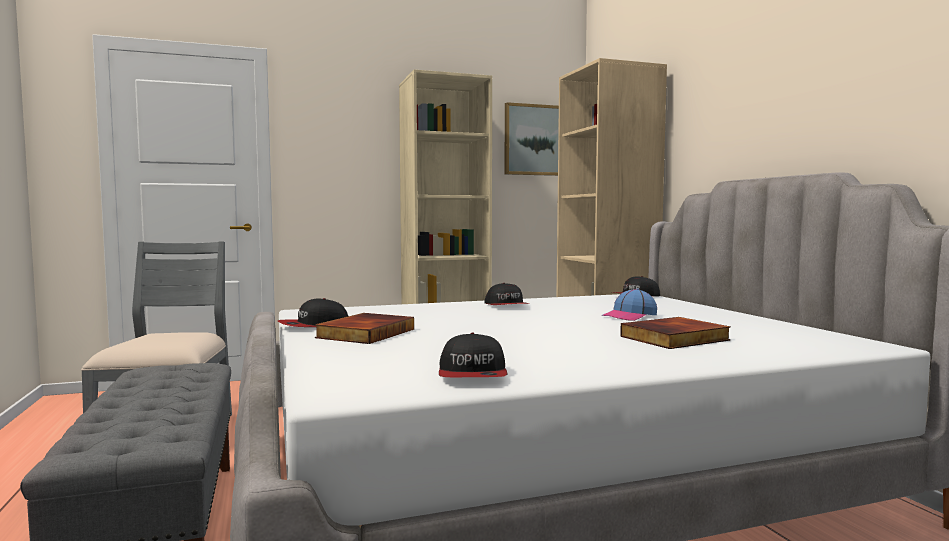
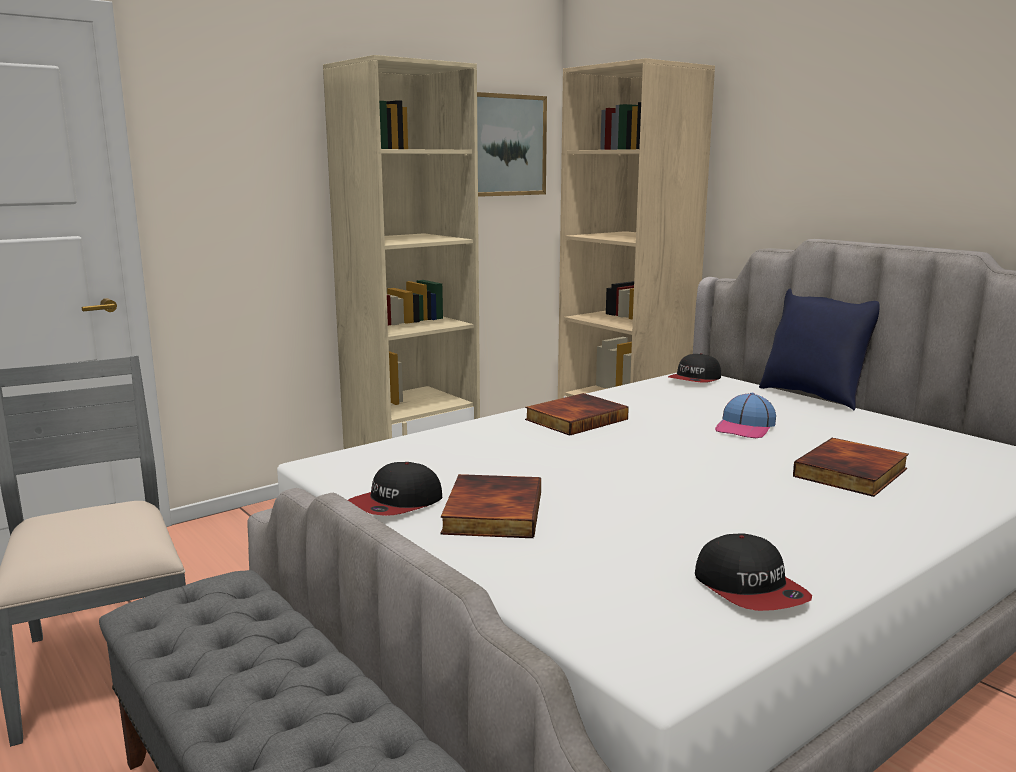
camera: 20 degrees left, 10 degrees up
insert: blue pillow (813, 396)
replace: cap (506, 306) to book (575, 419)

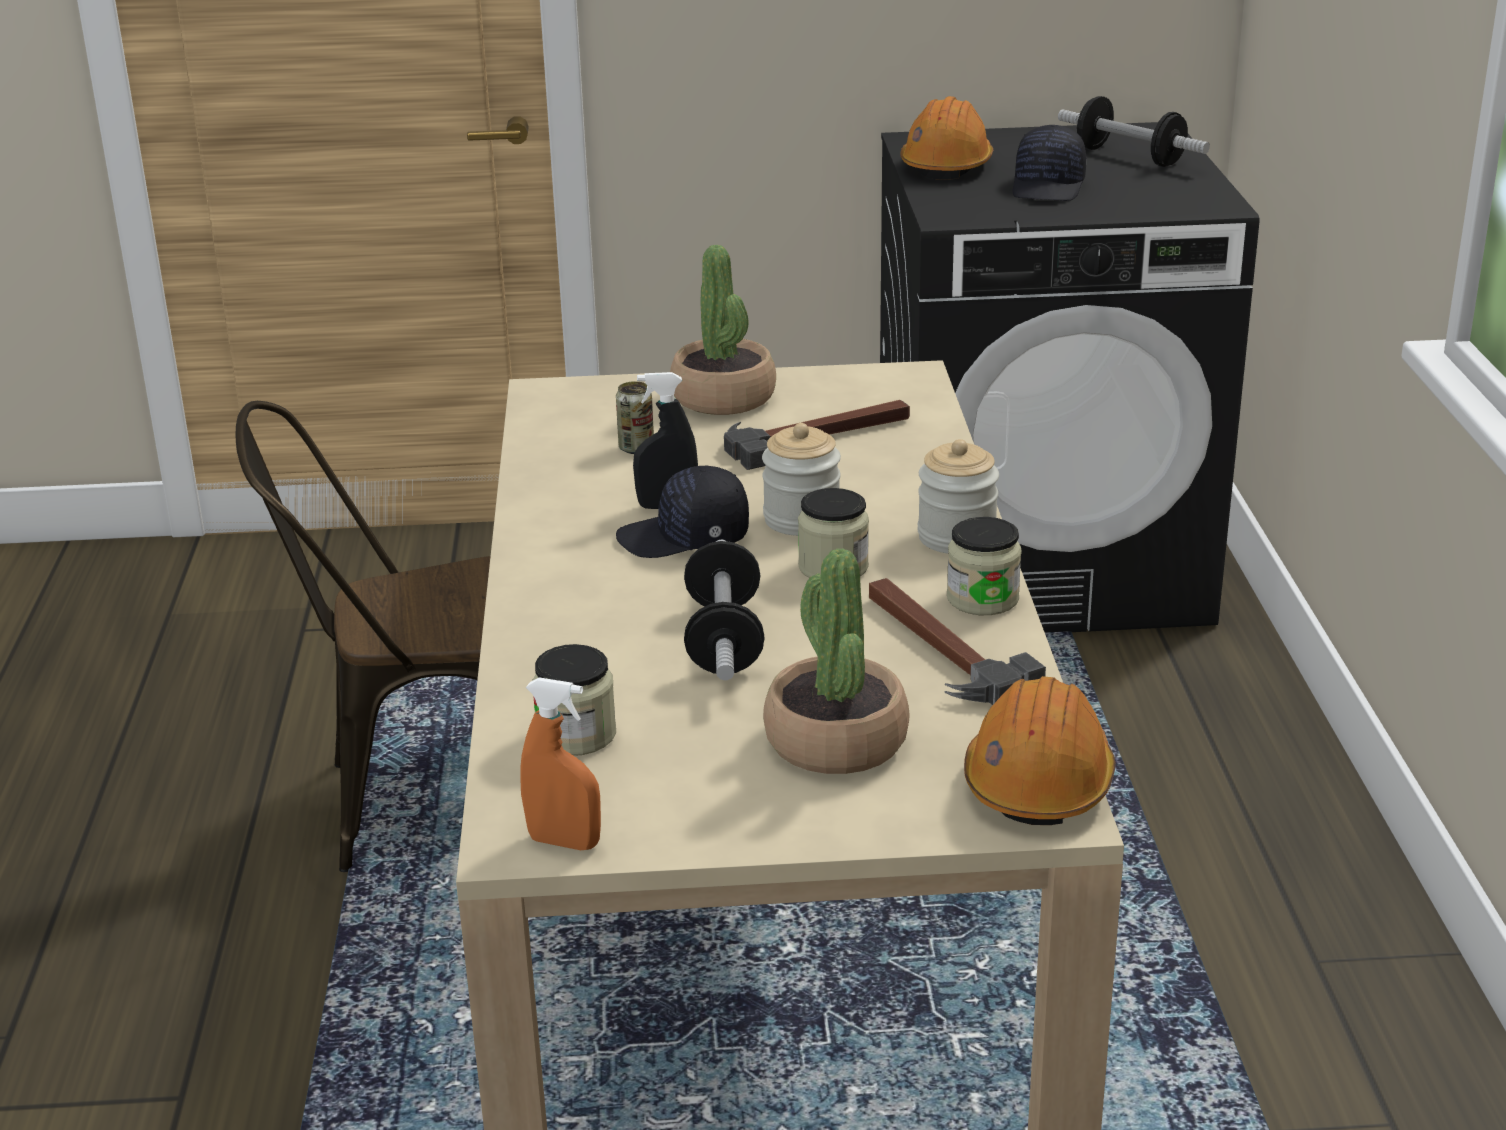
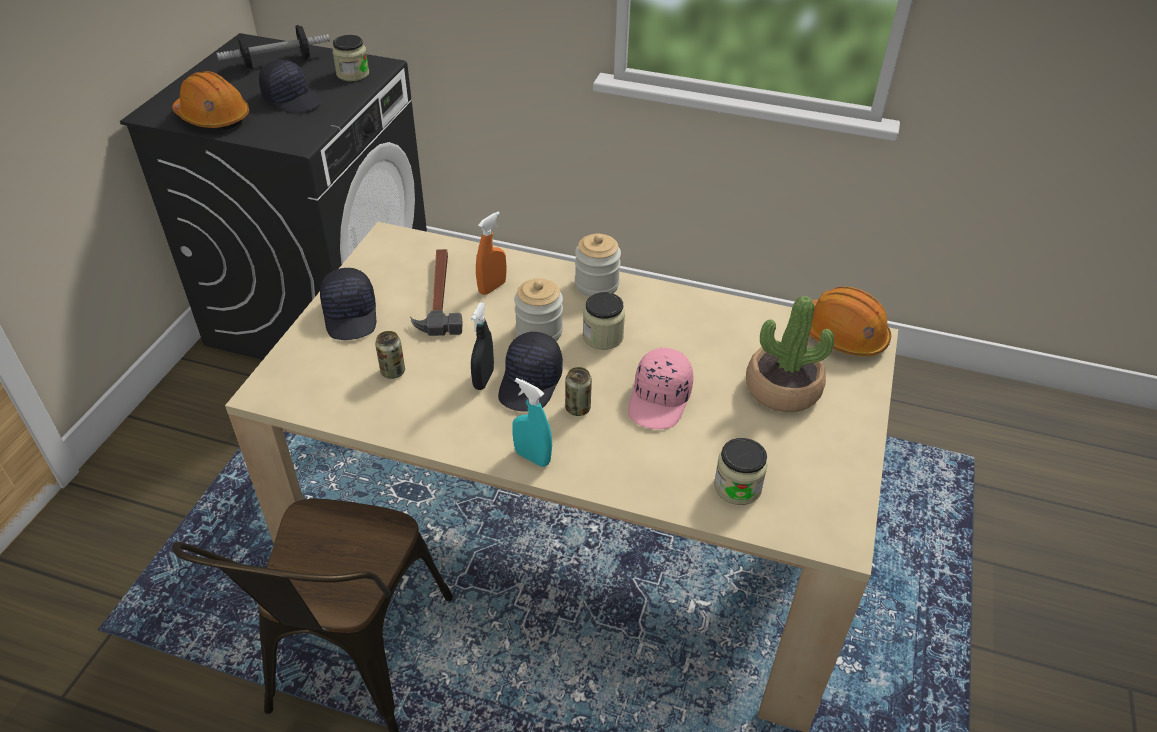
camera: 70 degrees left, 15 degrees up
delete: hammer (938, 648)
insert: turquoise spray bottle (532, 457); can (578, 408)
move: orange spray bottle (564, 842) to (492, 287); jar (982, 599) to (353, 74)
replace: potted plant (724, 397) to black cap (351, 315); dumbbell (724, 639) to pink cap (660, 400)

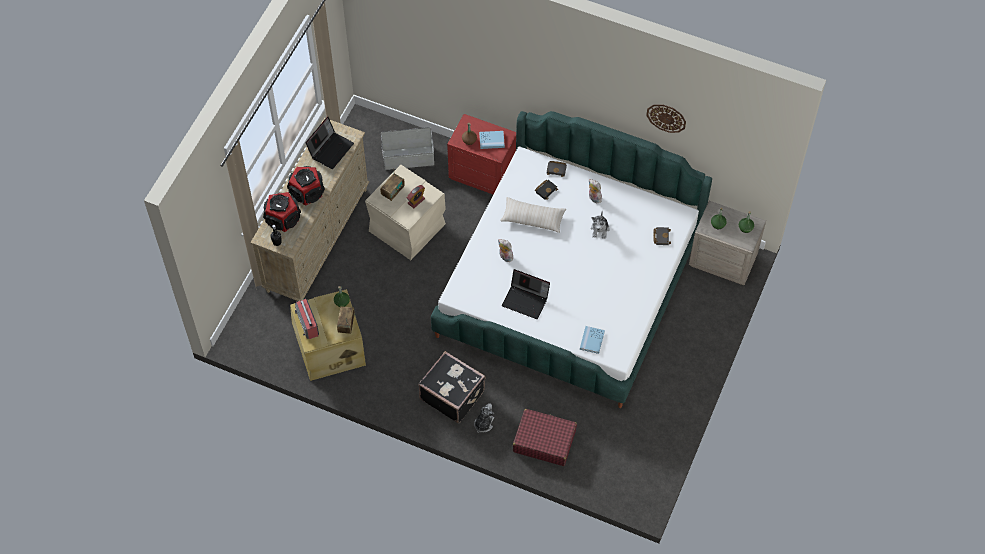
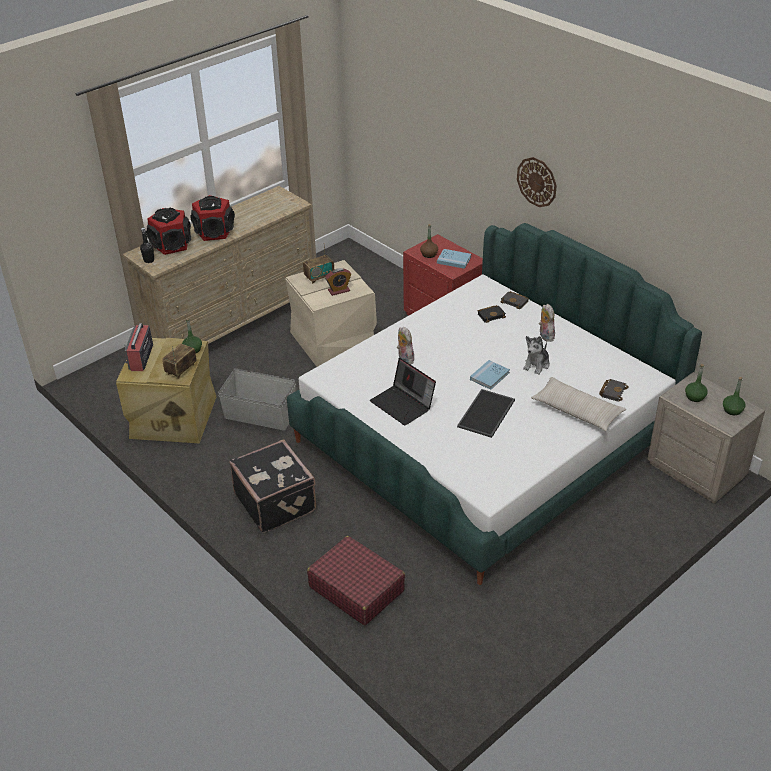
camera: 25 degrees right, 20 degrees down
delete: laptop (331, 149); plush toy (483, 423)
insert: tray (487, 414)
move: grey storage box (408, 157) to (260, 414); beige pillow (533, 218) to (577, 411); blue book (592, 340) to (489, 376); wall clock (666, 117) to (537, 182)

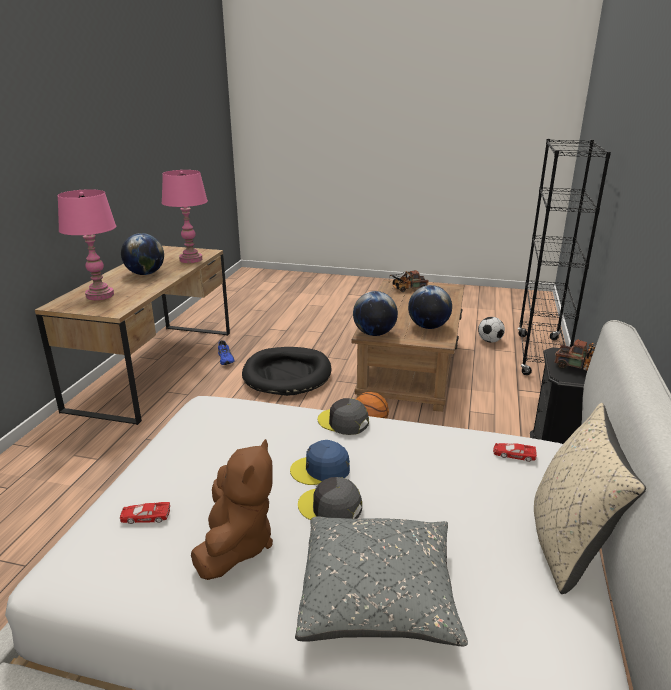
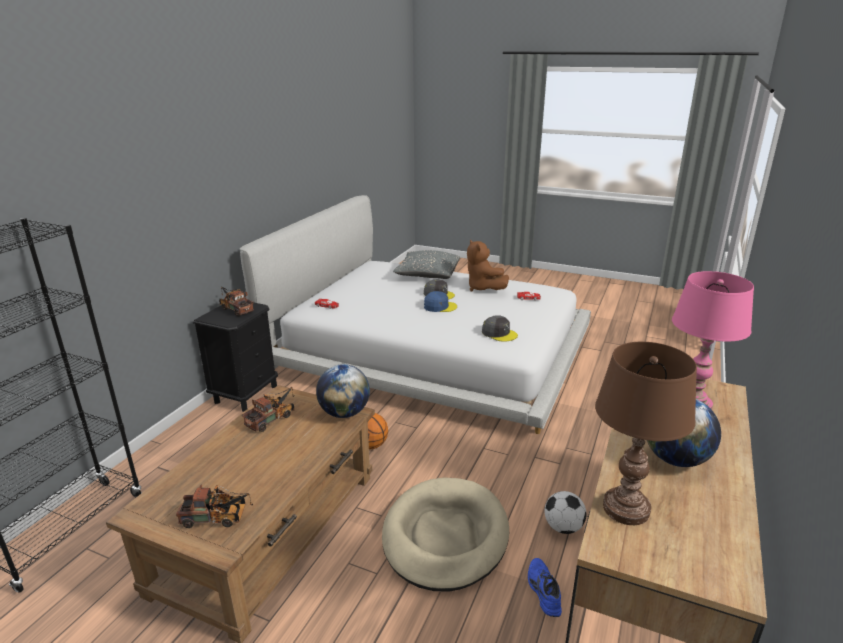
camera: 170 degrees left, 0 degrees up
delete: beige pillow (567, 543)
move: grey cap (343, 422) to (499, 333); football (490, 341) to (563, 527)
replace: globe (428, 327) to toy truck (273, 418)
recolor: pink table lamp (191, 259) to brown table lamp (626, 509); black dog bed (287, 374) to beige dog bed (445, 536)
rotate: brown plush toy (236, 545) = (483, 288) 45 degrees counterclockwise

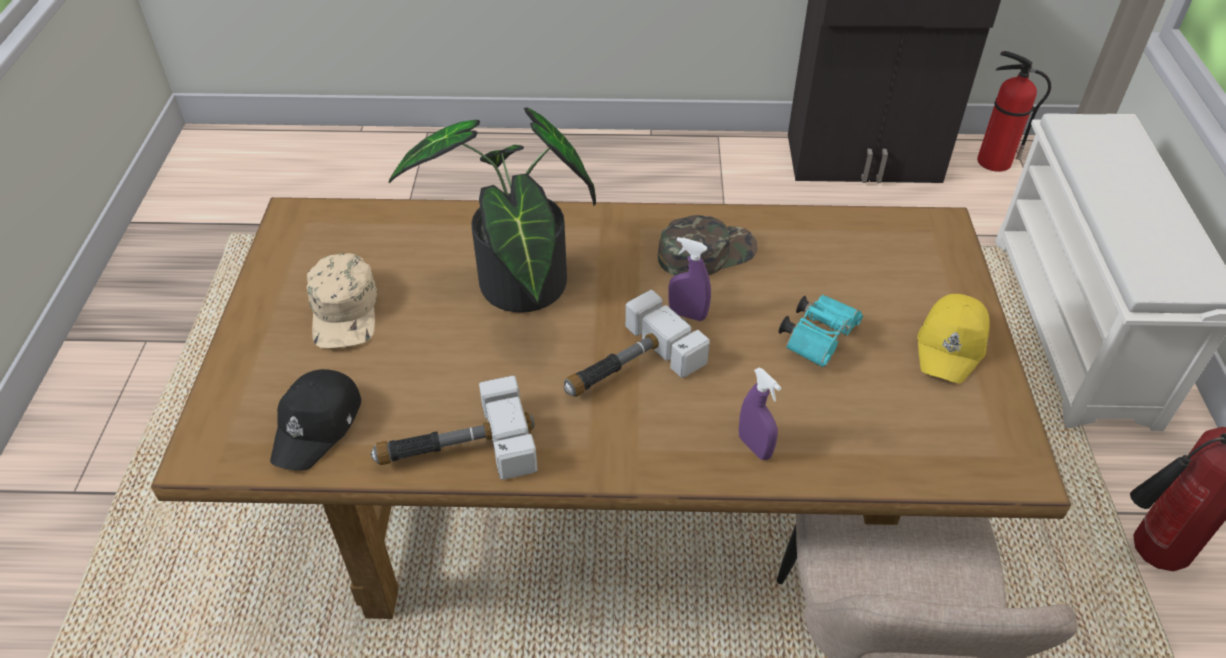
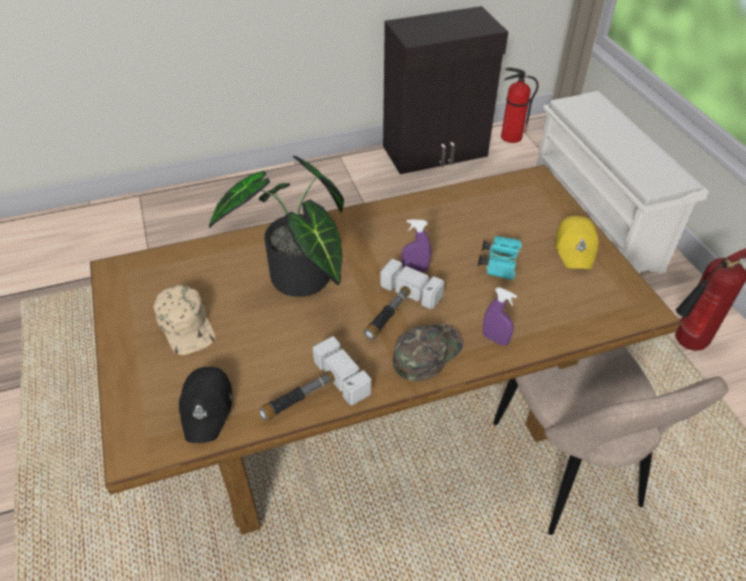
camera: 20 degrees left, 0 degrees up
move: green cap (706, 252) to (427, 352)

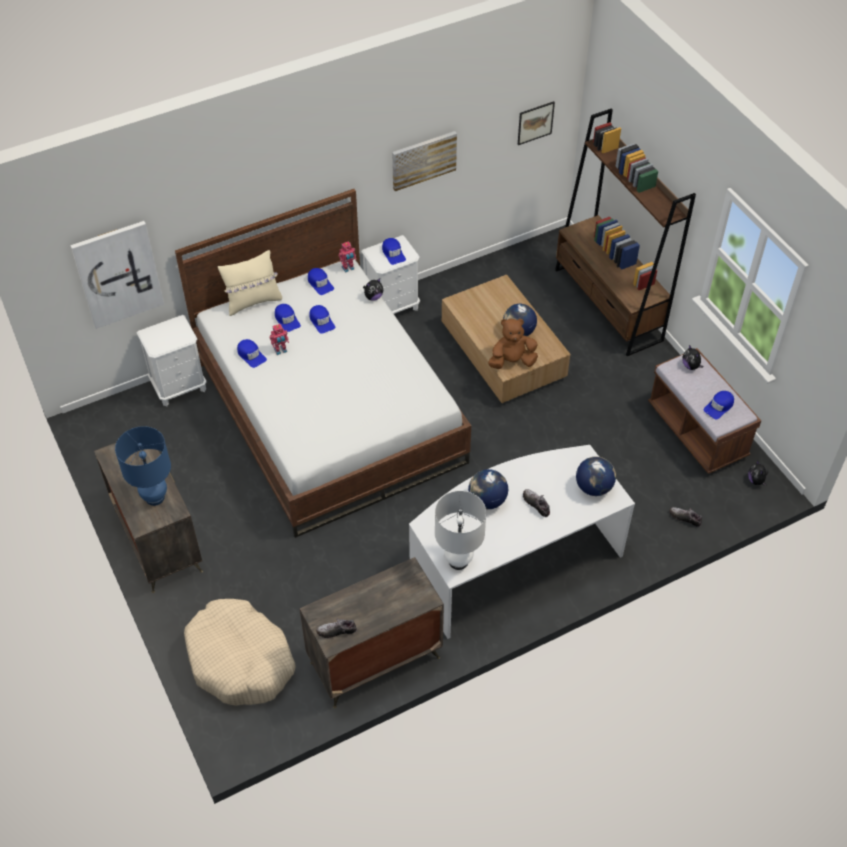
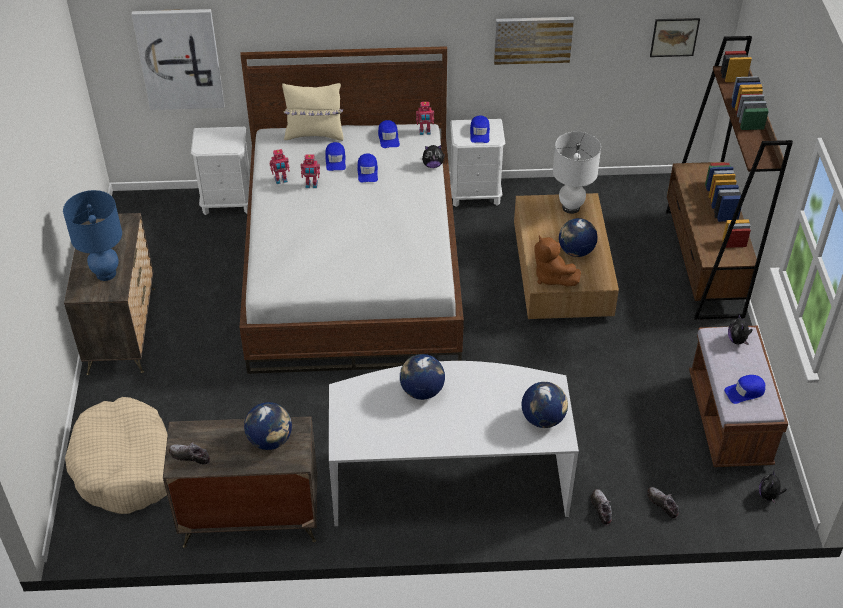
camera: 25 degrees right, 5 degrees down
insert: globe (270, 440)
move: white table lamp (458, 561) to (571, 207); shoe (536, 504) to (601, 508)
replace: blue cap (251, 355) to toy robot (281, 180)
rotate: brown plush toy (512, 361) = (551, 277) 135 degrees counterclockwise

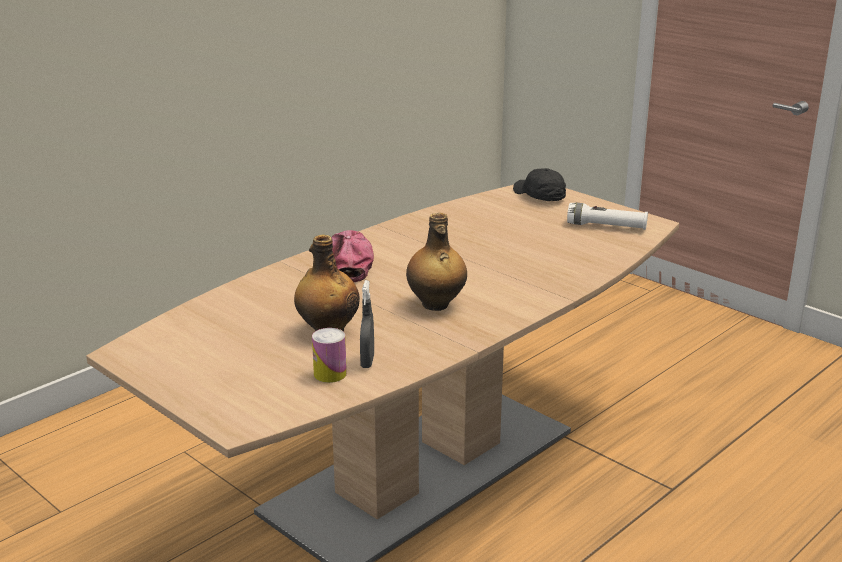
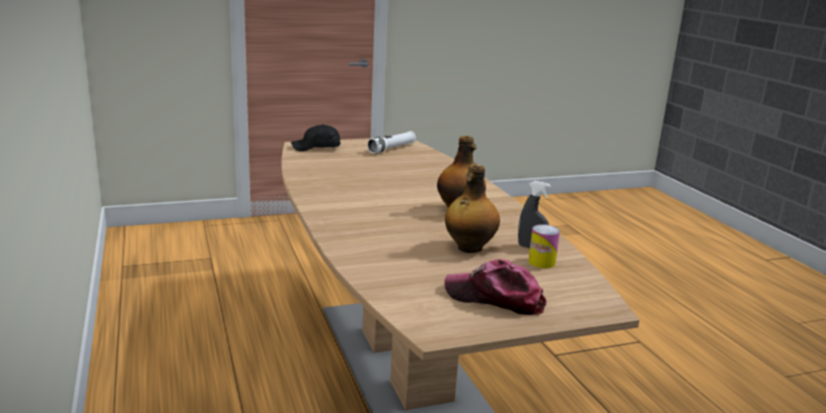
camera: 65 degrees left, 5 degrees down
move: cap (348, 264) to (495, 299)

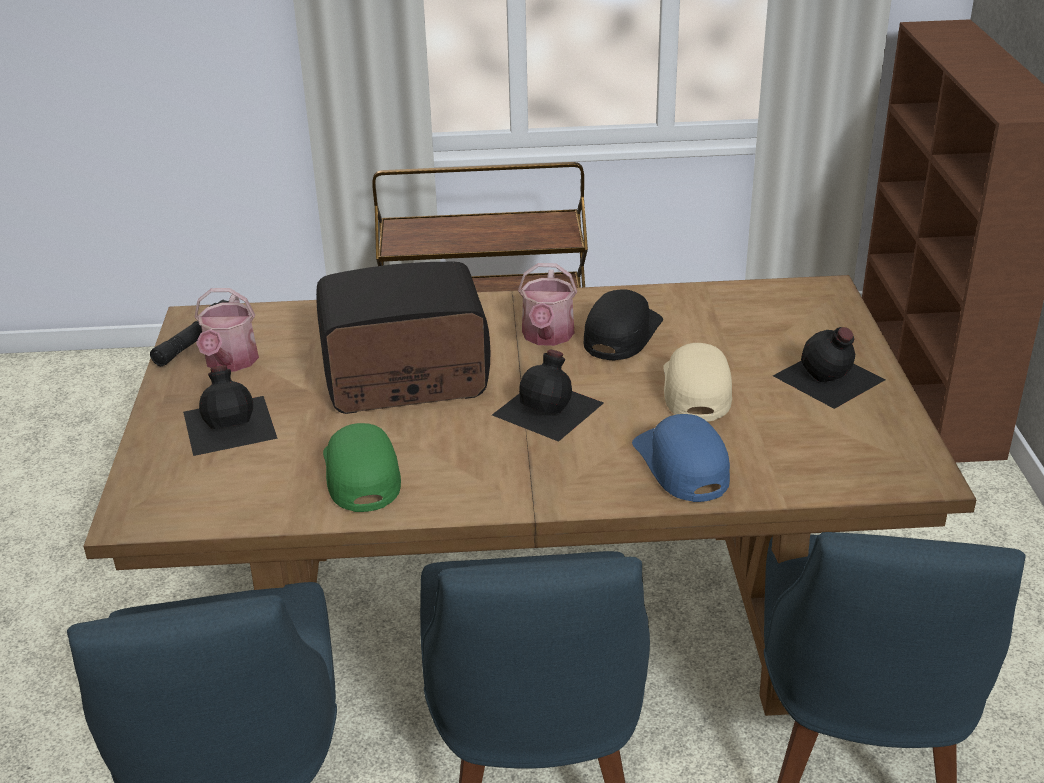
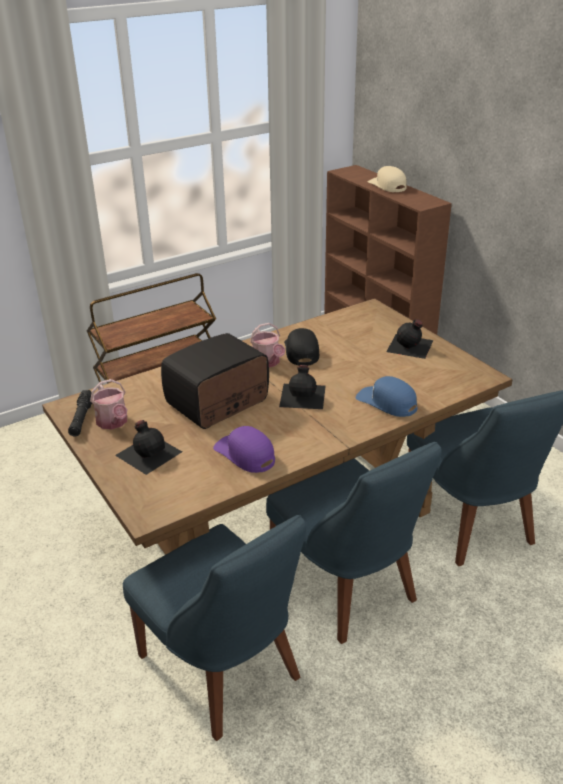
camera: 30 degrees left, 0 degrees up
move: beige cap (696, 390) to (387, 186)
recolor: green cap (361, 474) to purple cap (245, 454)

